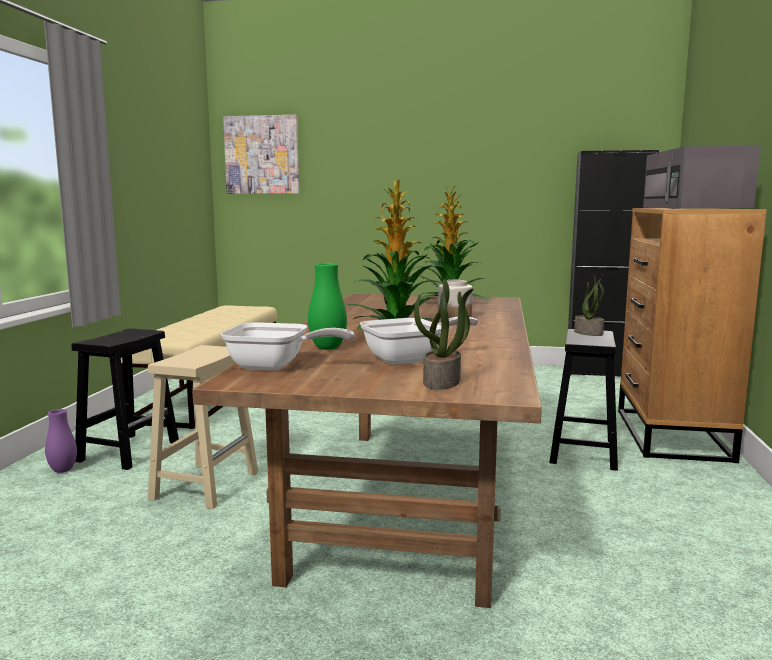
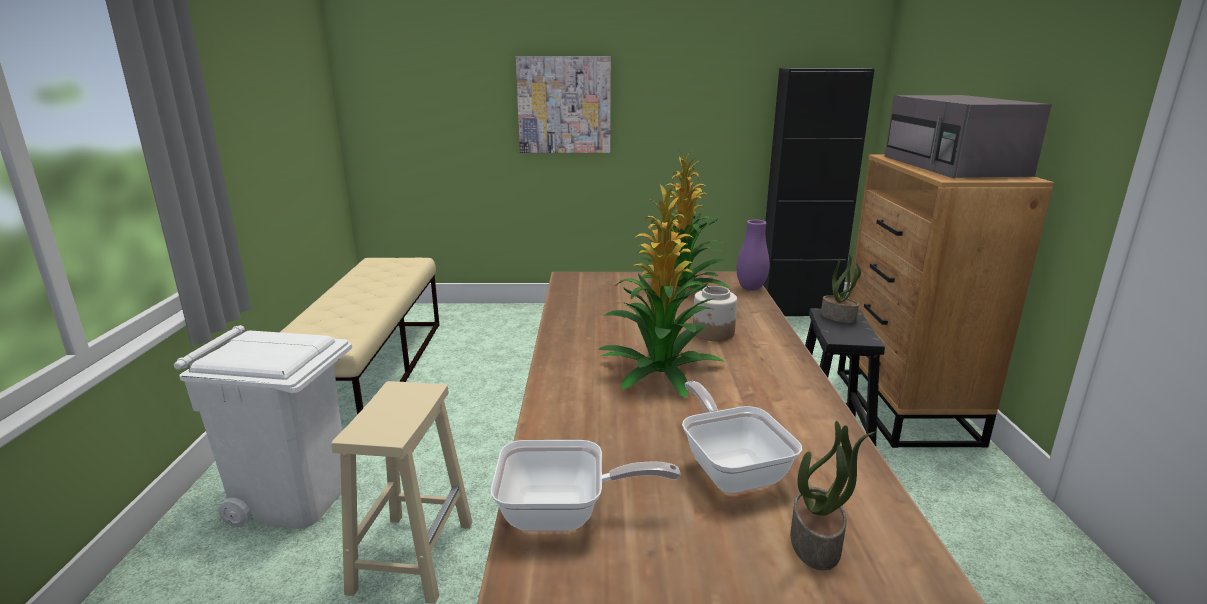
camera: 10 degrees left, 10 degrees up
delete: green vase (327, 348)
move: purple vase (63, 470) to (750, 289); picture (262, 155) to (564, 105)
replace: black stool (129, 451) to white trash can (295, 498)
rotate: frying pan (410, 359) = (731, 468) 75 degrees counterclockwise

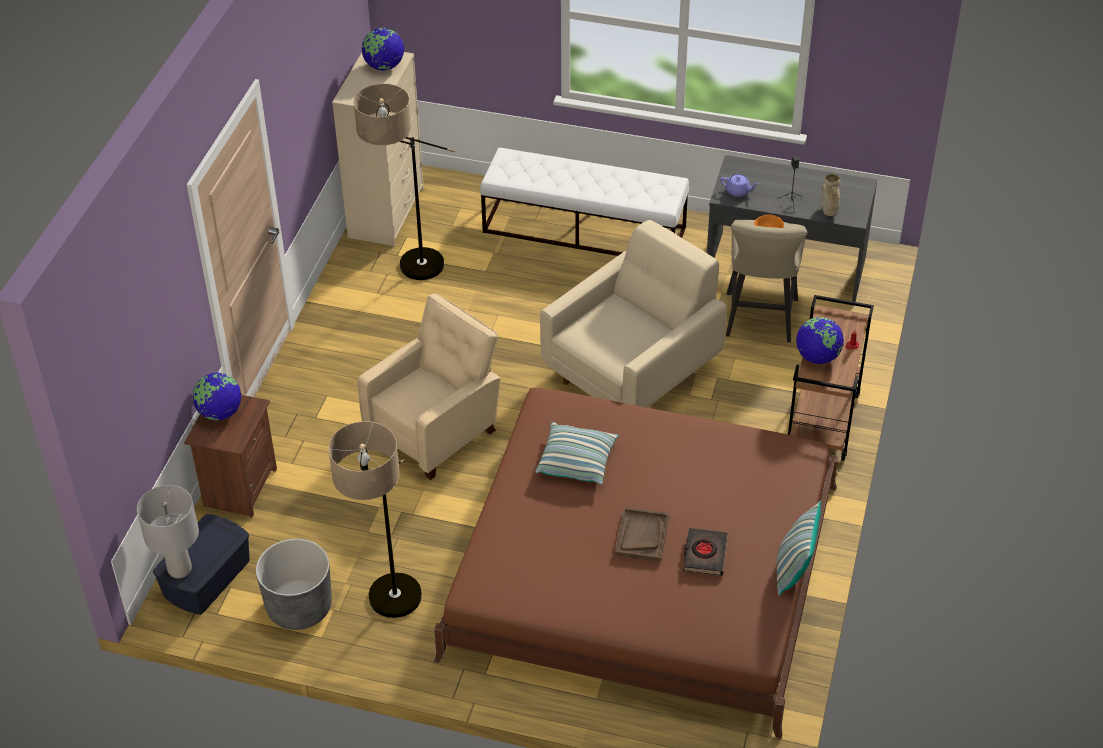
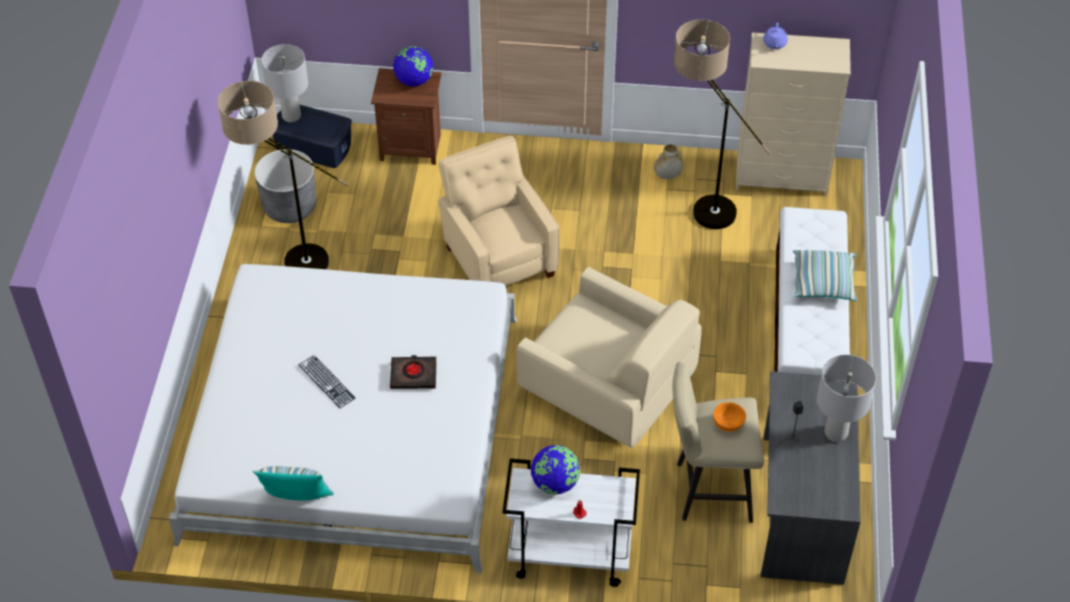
camera: 80 degrees right, 5 degrees up
delete: globe (384, 66)
insert: grey table lamp (835, 433)
move: pillow (577, 462) to (823, 283); black book (704, 554) to (413, 375); purple teapot (738, 191) to (774, 44); beige vase (828, 212) to (667, 176)
replace: brown tray (641, 535) to keyboard (326, 381)
recolor: brown bed (643, 570) to white bed (354, 426); brown cart (823, 423) to white cart (568, 557)
rotate: beige armchair (436, 431) = (498, 258) 150 degrees counterclockwise

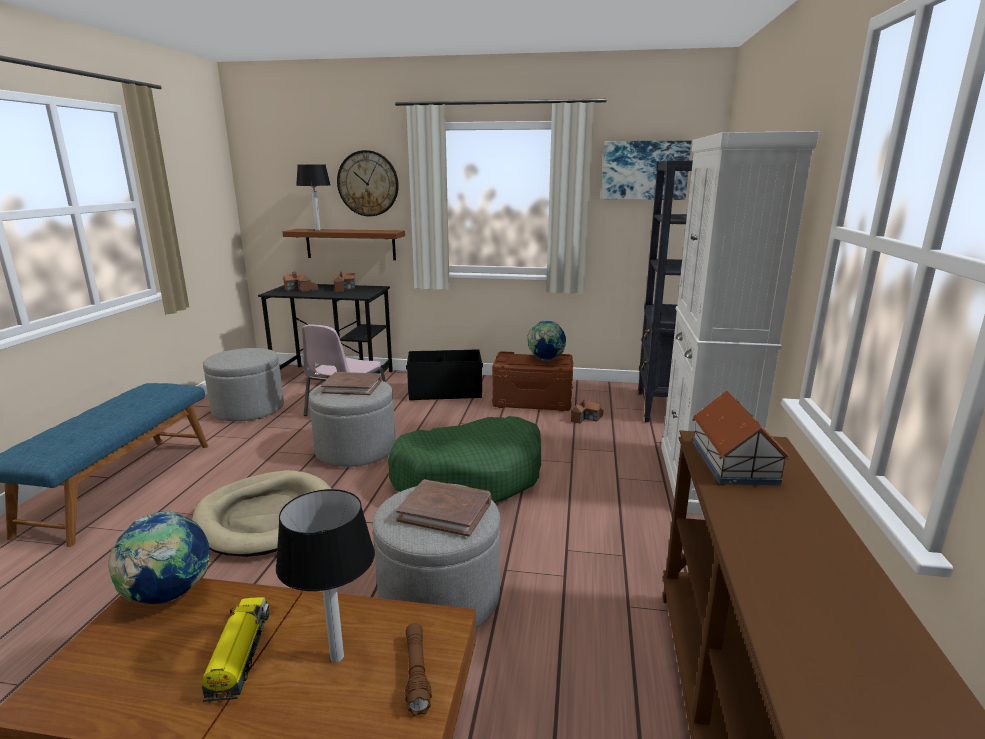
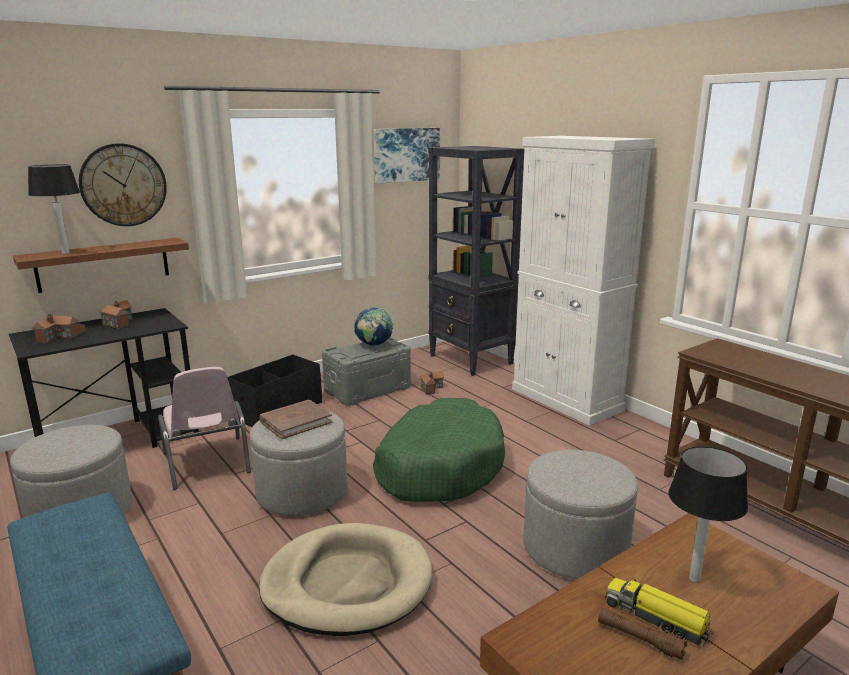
camera: 45 degrees left, 0 degrees up
delete: globe (168, 596); brown book (445, 510); toy house (734, 461)
move: brown flashlight (416, 673) to (639, 639)
recolor: brown storage box (532, 401) to grey storage box (368, 390)

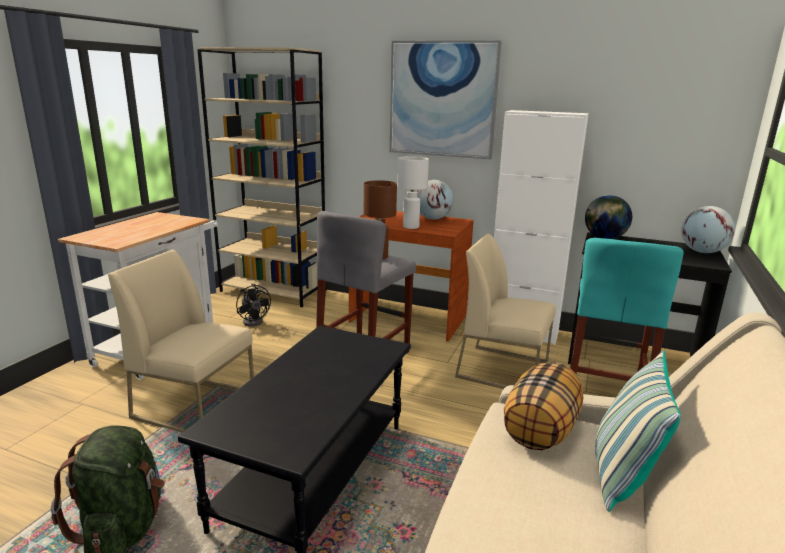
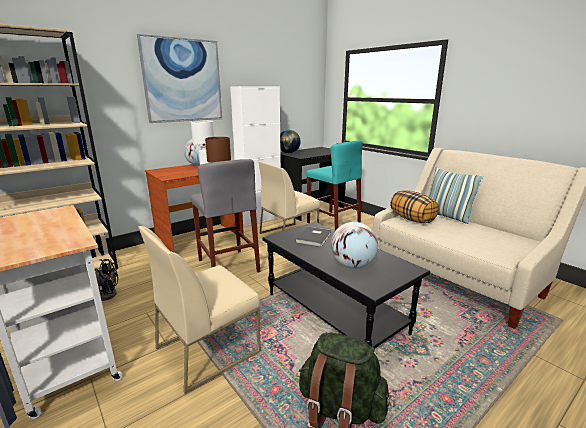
camera: 60 degrees left, 0 degrees up
insert: grey book (315, 237)
move: globe (702, 252) to (352, 266)

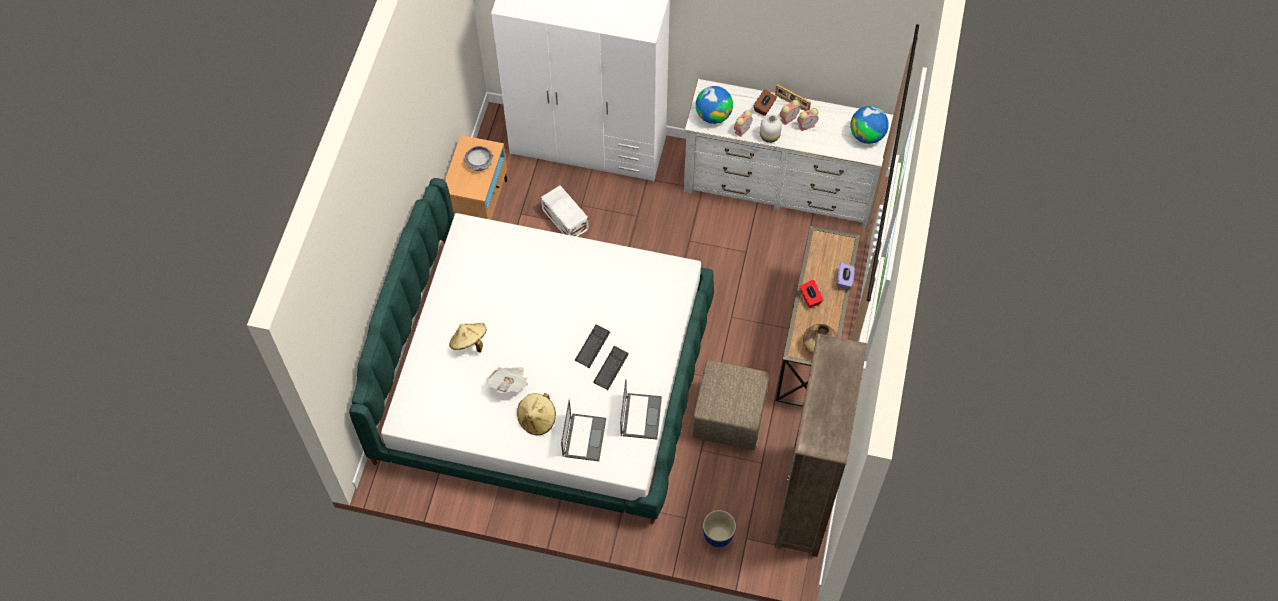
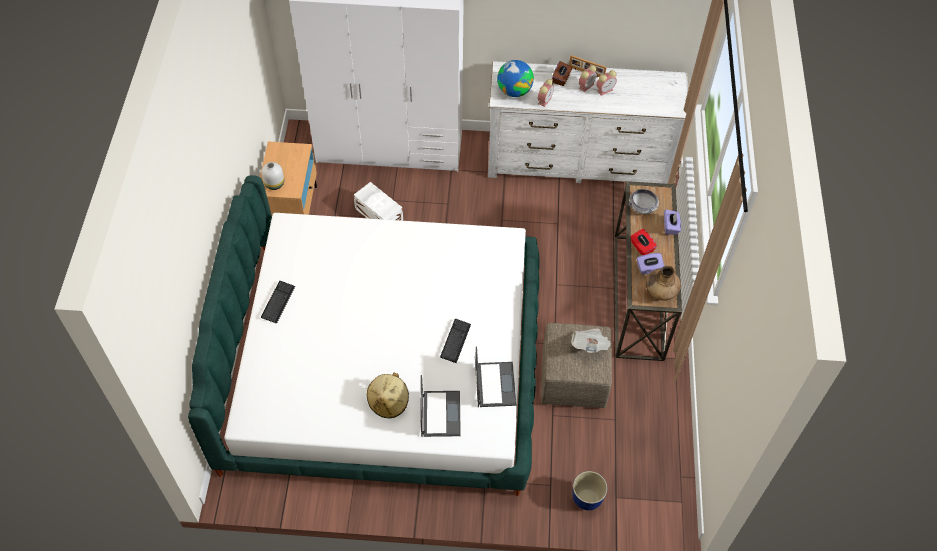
camera: 10 degrees left, 5 degrees down
delete: beige hat (469, 342); brown bookcase (805, 501); globe (867, 135)
insert: purple tissue box (649, 268)
move: bowl (479, 162) to (642, 206); newspaper (509, 384) to (590, 345); keyboard (592, 346) to (278, 302); white vase (769, 135) to (274, 183)

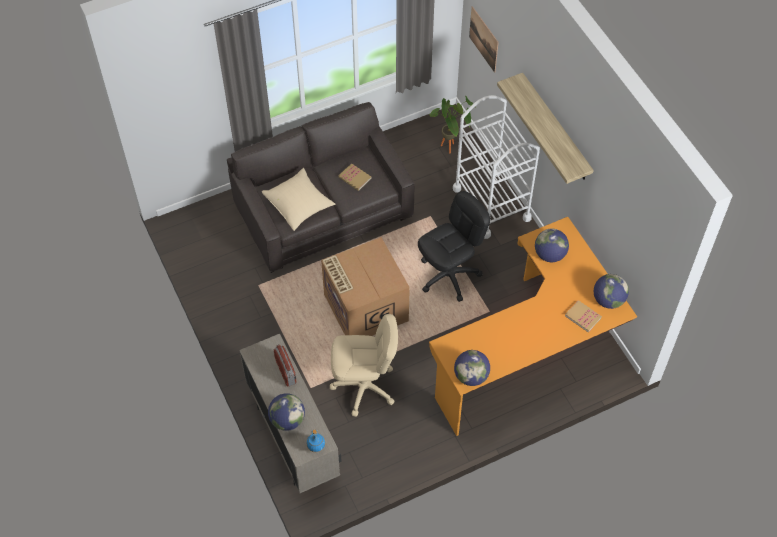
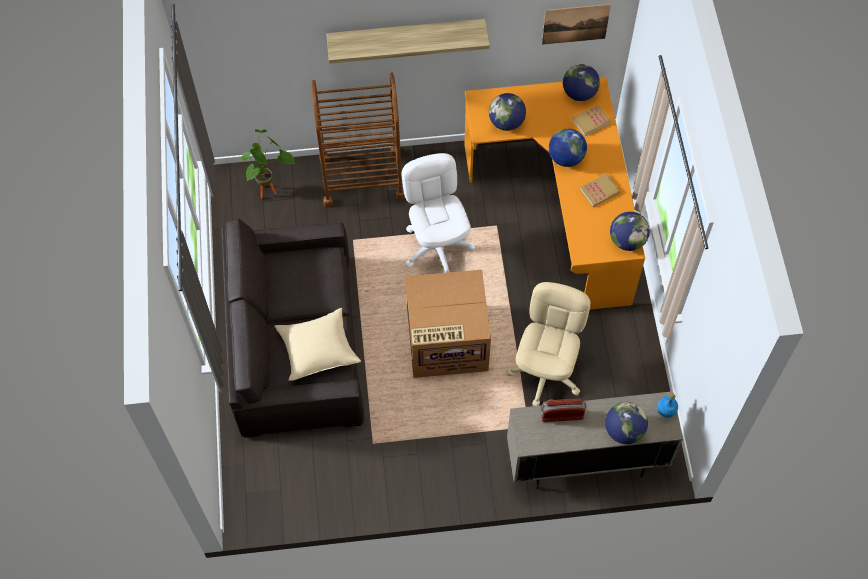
camera: 70 degrees left, 5 degrees up
insert: globe (566, 158)
move: book (355, 178) to (599, 191); picture (483, 39) to (575, 24)
recolor: black office chair (449, 275) to white office chair (437, 247); white cart (491, 204) to brown cart (362, 177)

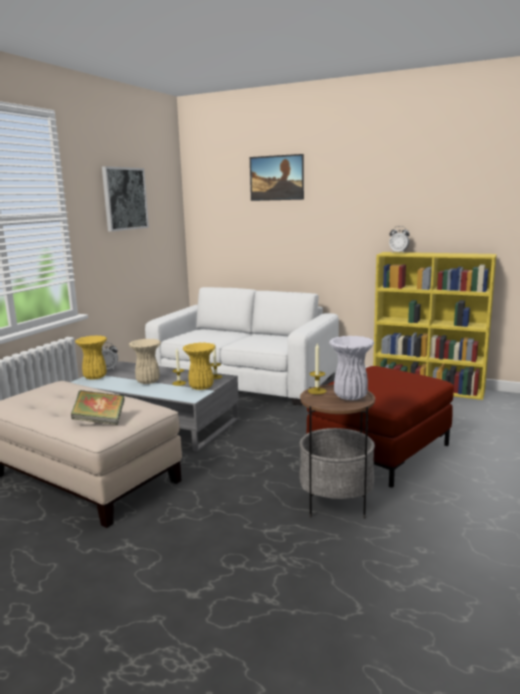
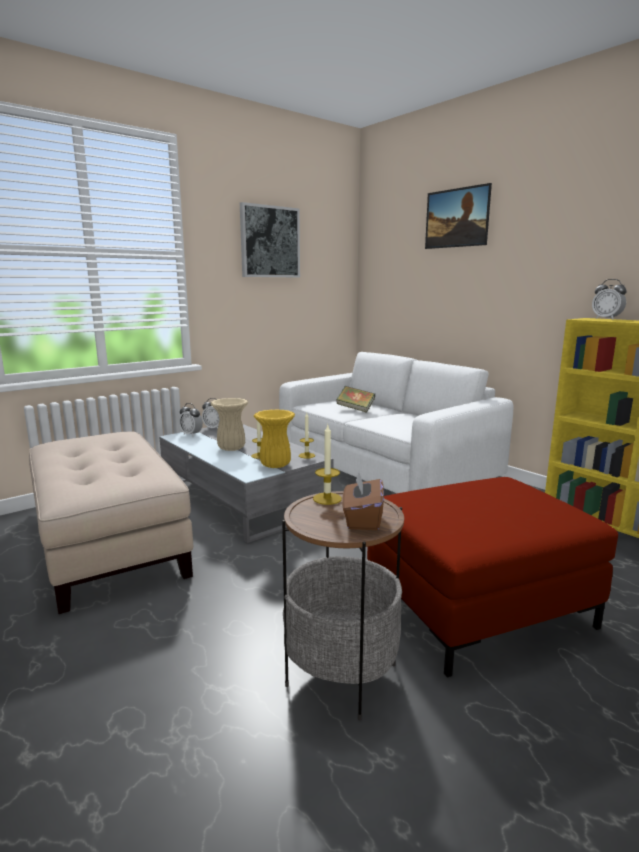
camera: 25 degrees right, 0 degrees up
move: book (100, 421) to (355, 409)
replace: yellow vase (95, 377) to alarm clock (191, 434); white vase (351, 397) to brown tissue box (362, 519)

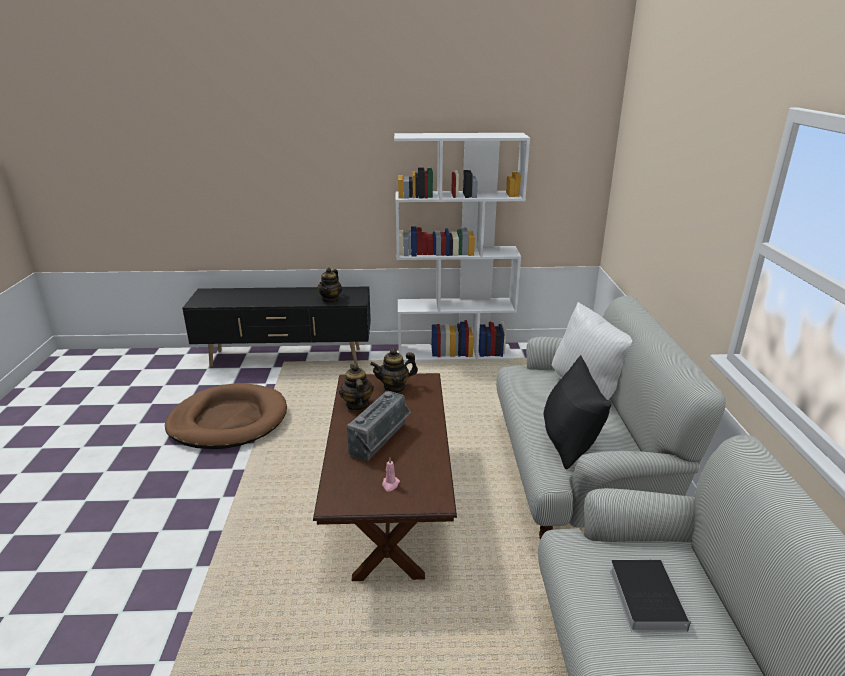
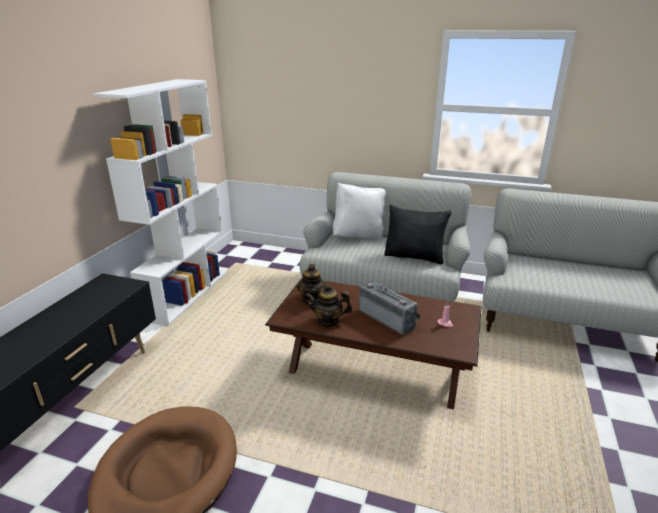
camera: 70 degrees left, 0 degrees up
delete: teapot (331, 300); book (644, 596)

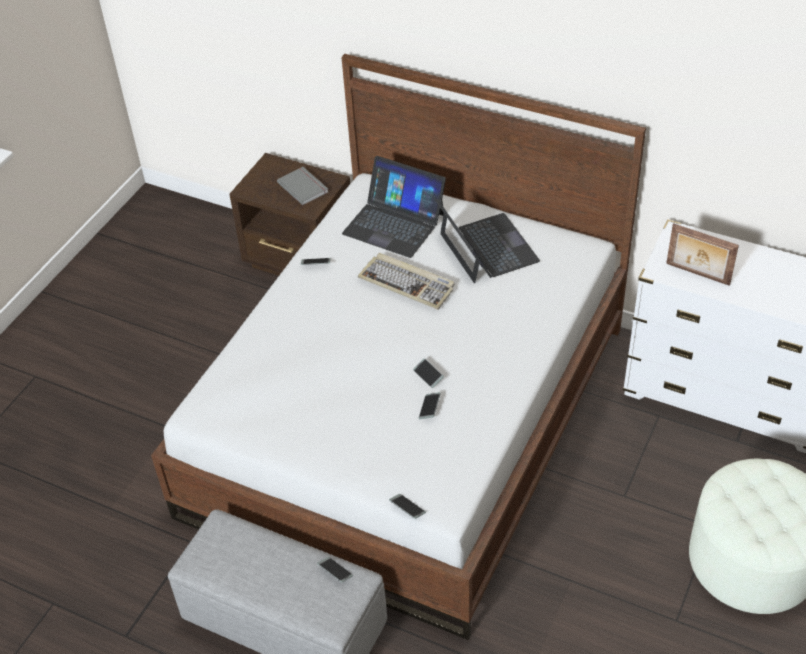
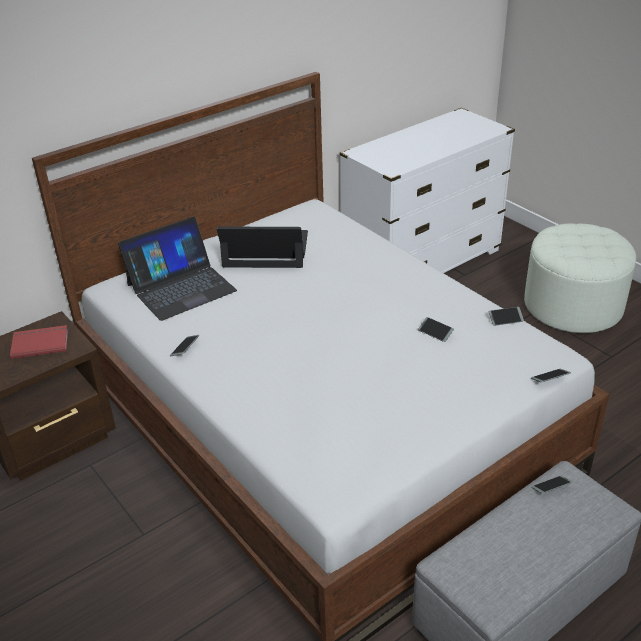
camera: 65 degrees left, 10 degrees down
delete: keyboard (408, 283); picture frame (697, 274)
move: phone (428, 375) to (505, 319)
recolor: grey book (304, 187) to red book (40, 343)

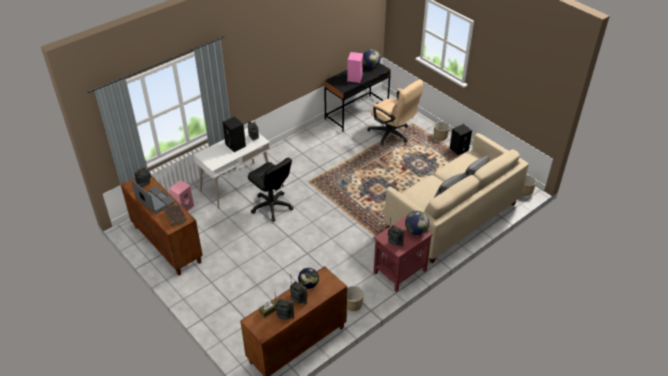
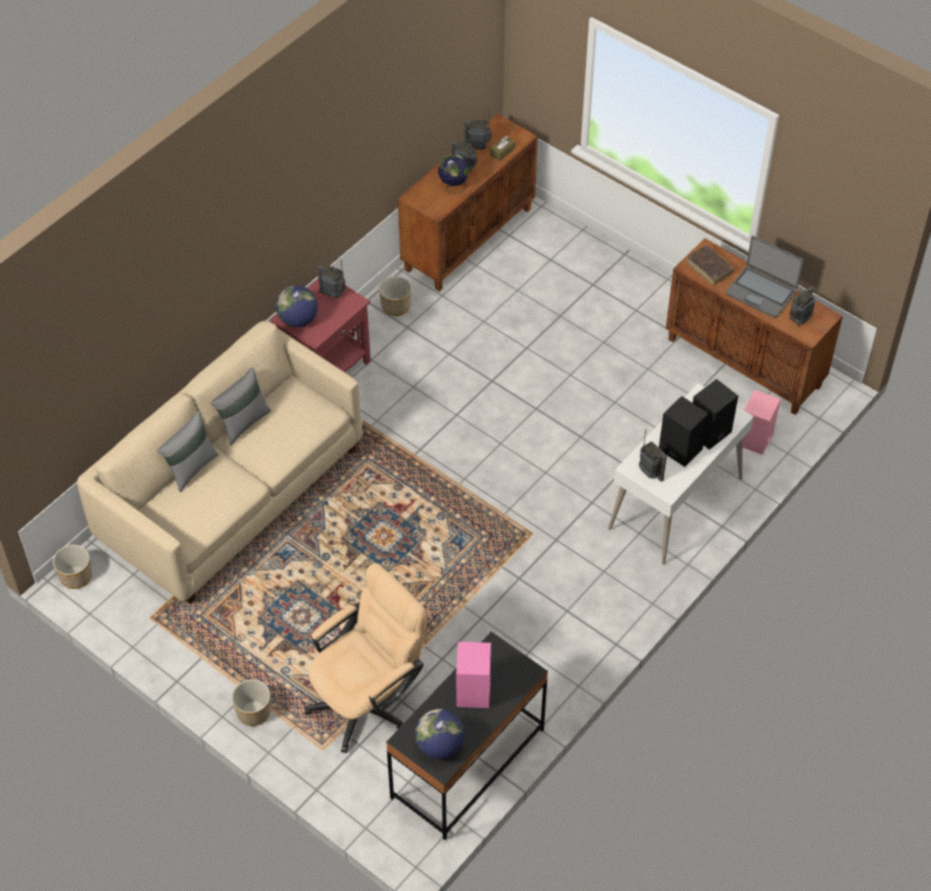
camera: 170 degrees right, 10 degrees up
delete: black office chair (271, 206)
move: black speaker (459, 149) to (709, 433)
rotate: beige office chair (392, 135) = (368, 700) 105 degrees clockwise

